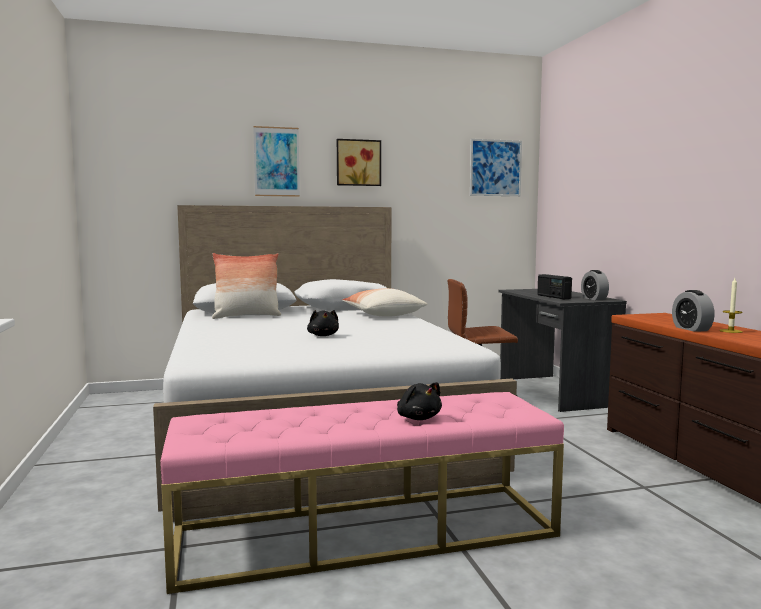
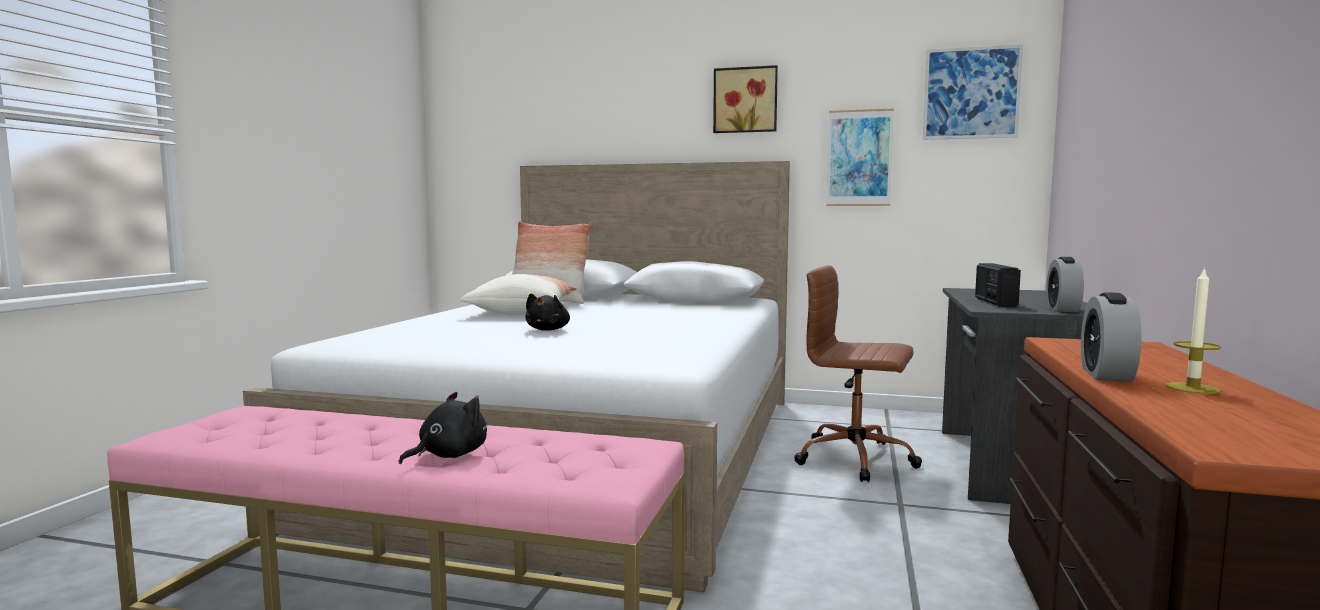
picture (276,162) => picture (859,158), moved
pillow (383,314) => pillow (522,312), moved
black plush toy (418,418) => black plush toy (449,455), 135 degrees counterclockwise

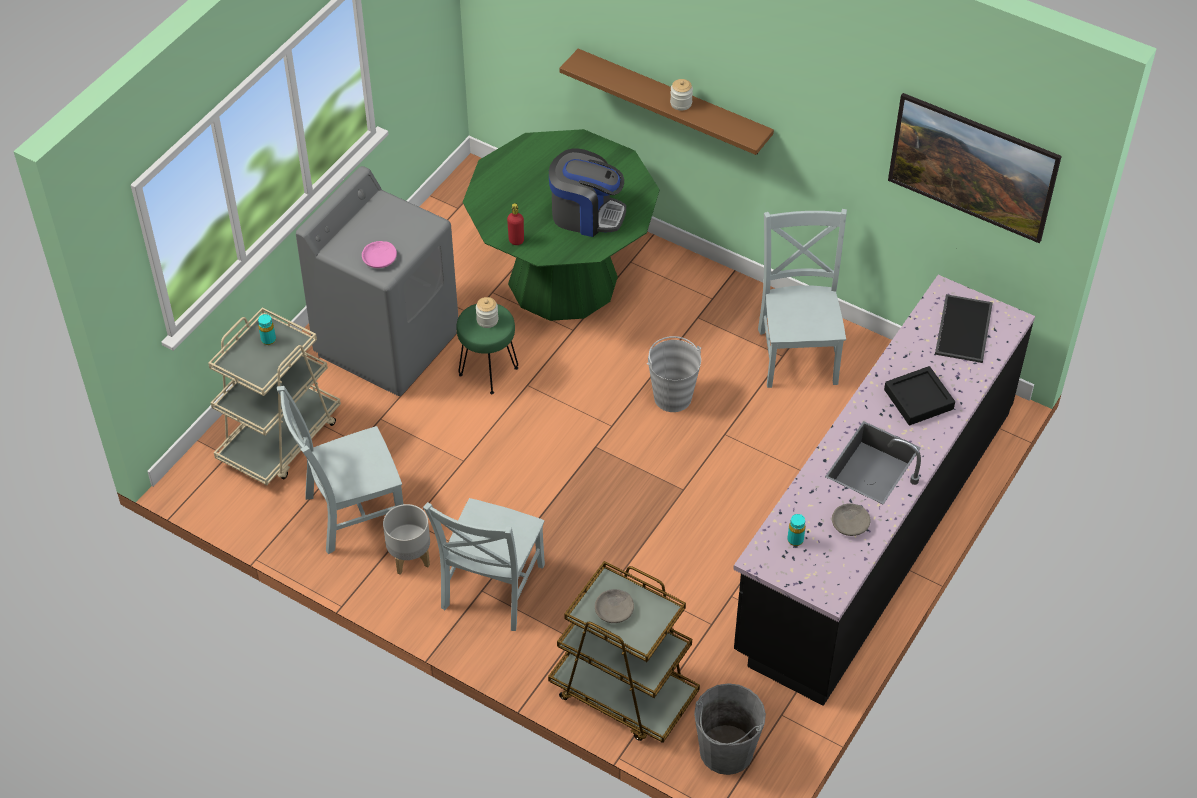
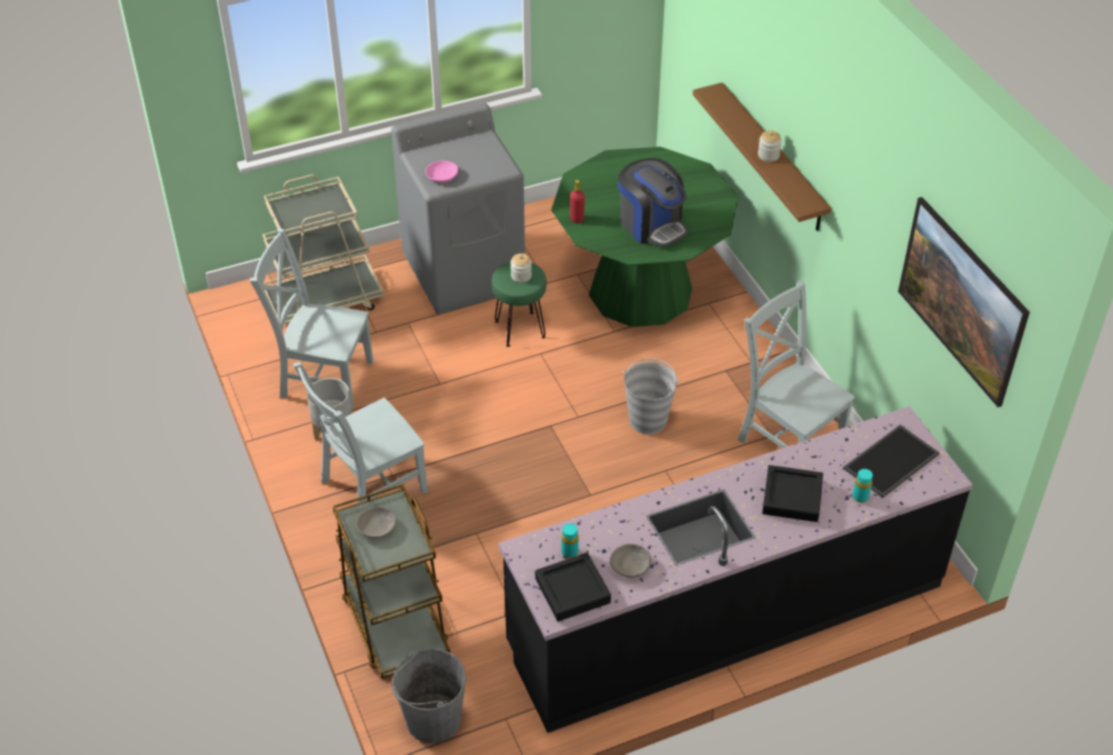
nothing => black tray (572,591)
turquoise bottle (268,340) => turquoise bottle (860,497), moved
grey chair (798,353) => grey chair (787,439), 75 degrees counterclockwise

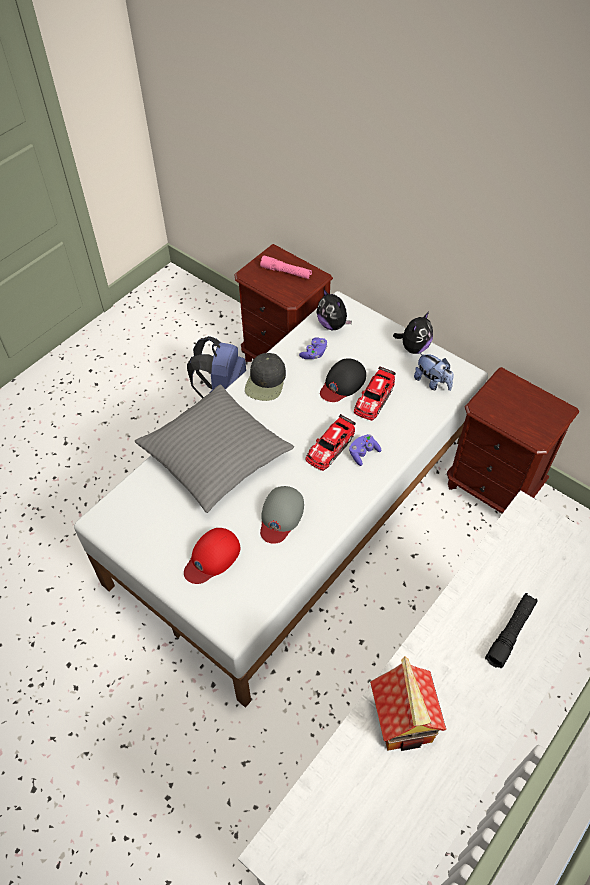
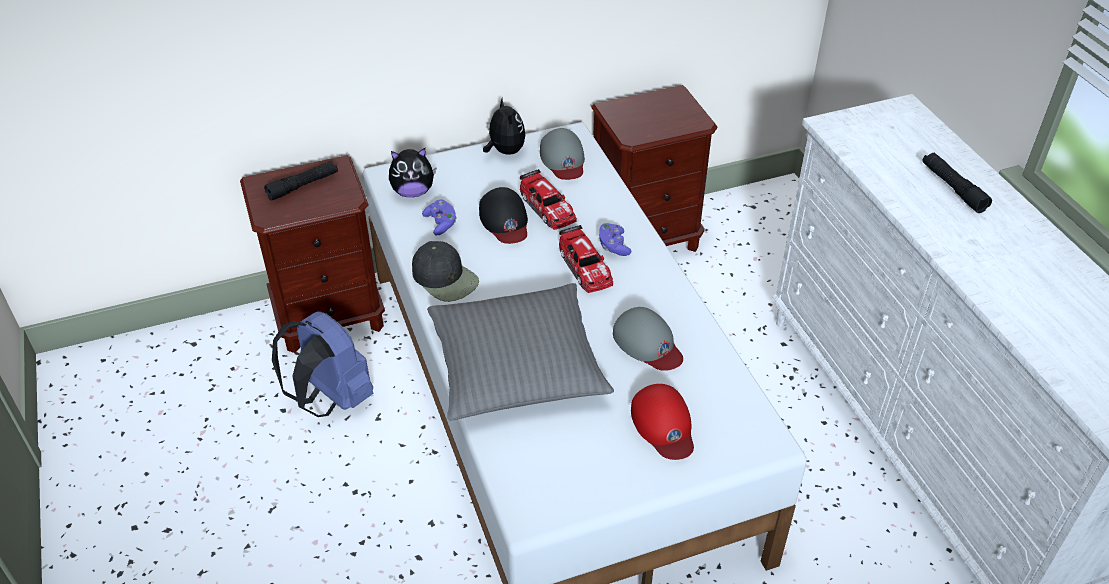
toy house (404,720) => nothing
plush toy (432,382) => grey cap (563,159)
pink flashlight (286,272) => black flashlight (303,186)

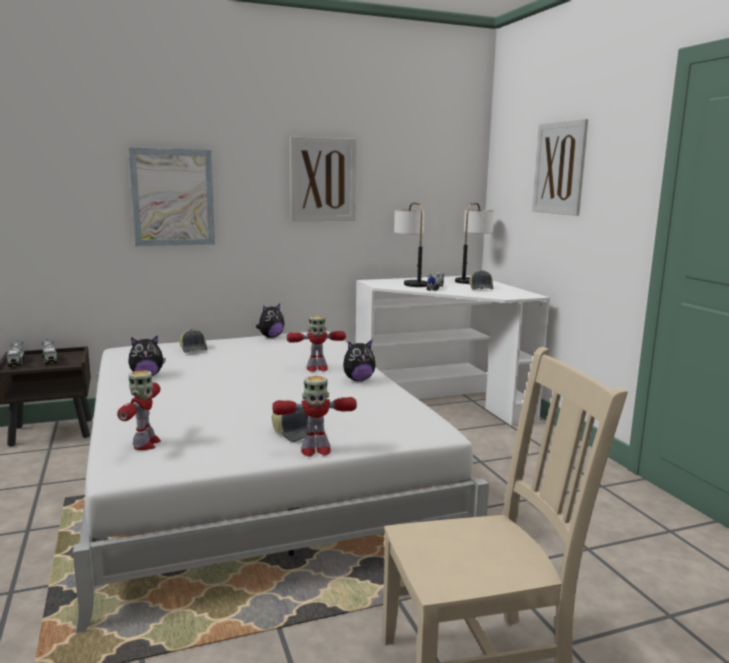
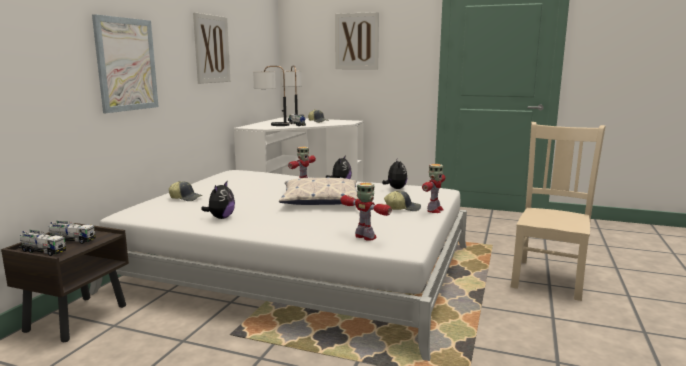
nothing => pillow (320,201)
plush toy (270,337) => plush toy (395,188), moved

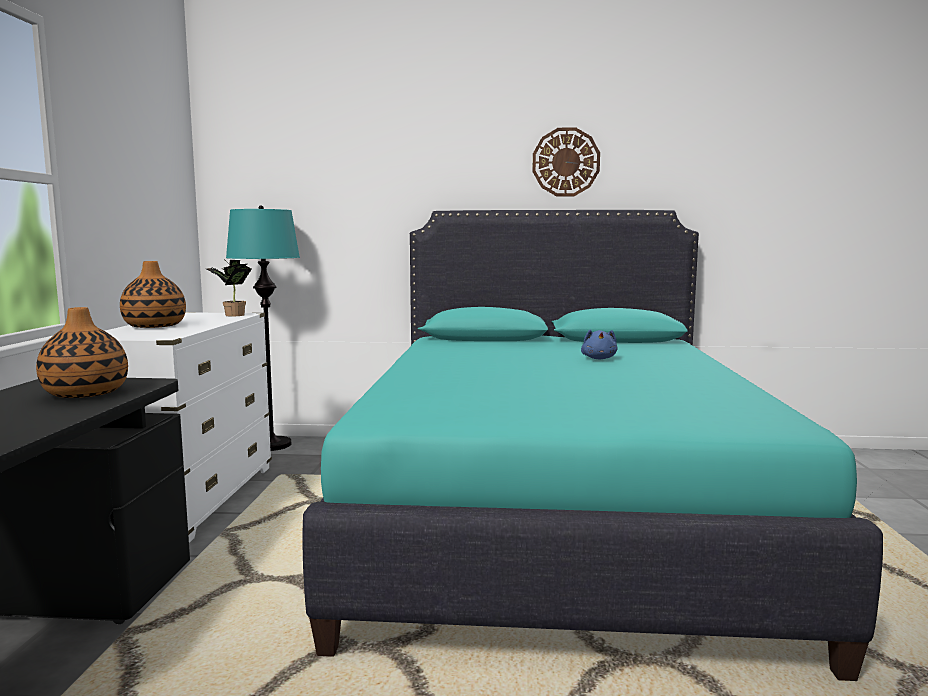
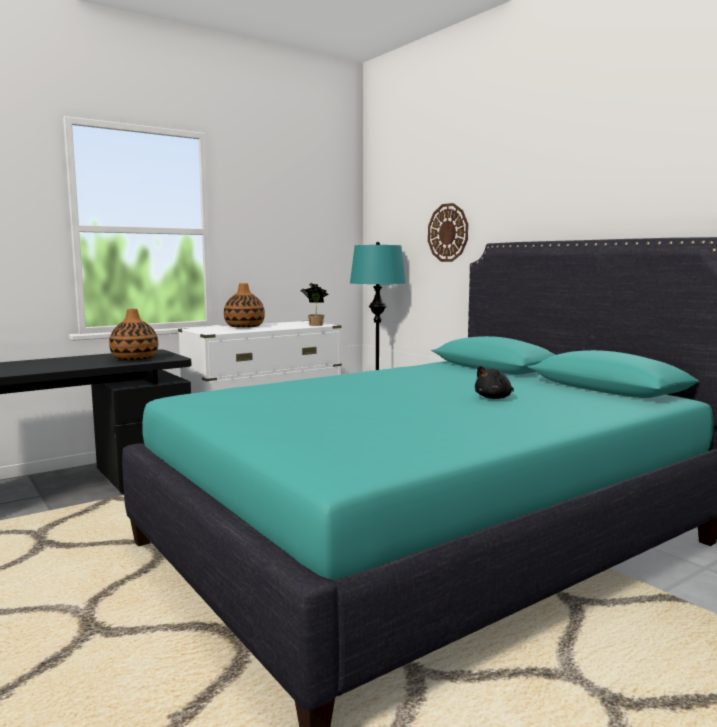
wall clock (566,162) => wall clock (448,232), moved
blue plush toy (599,358) => black plush toy (494,398)

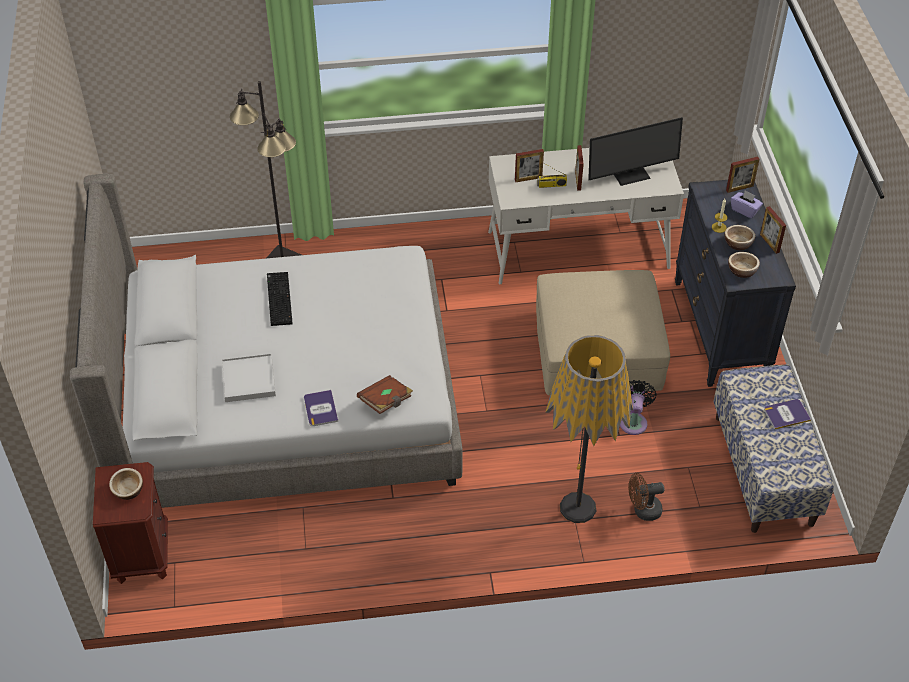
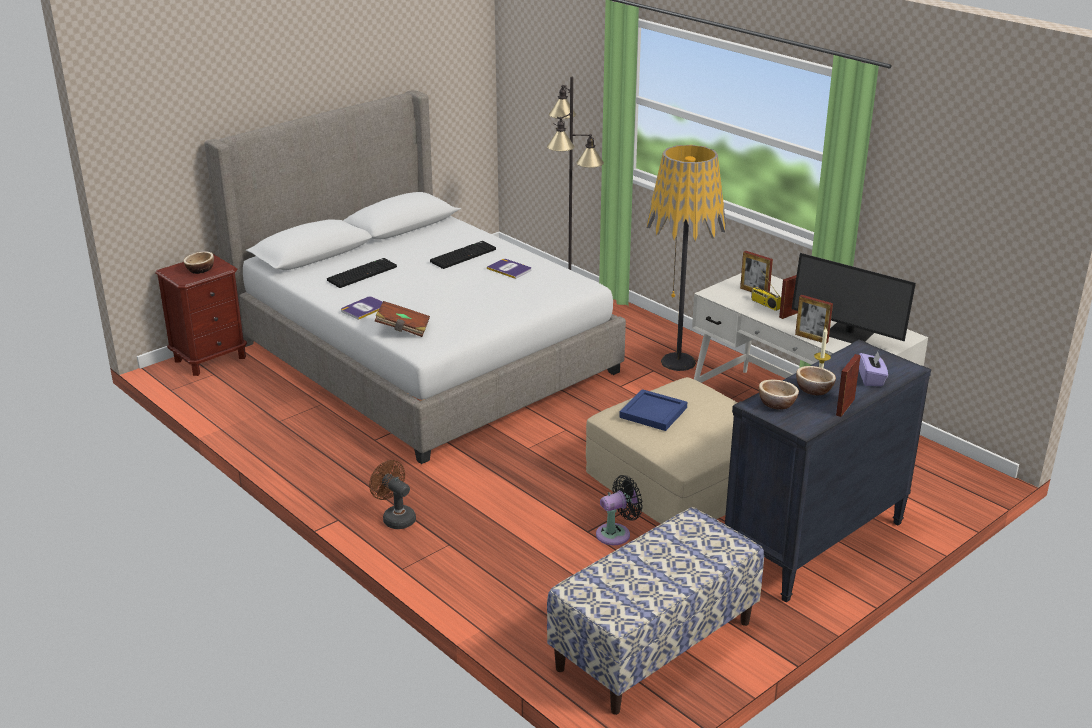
nothing => blue tray (653,412)
floor lamp (578,508) => floor lamp (678,362), moved
brown fan (643,510) => brown fan (395,518), moved
picture frame (739,188) => picture frame (811,338), moved
book (786,414) => book (509,269), moved
white tray (248,380) => keyboard (362,273)

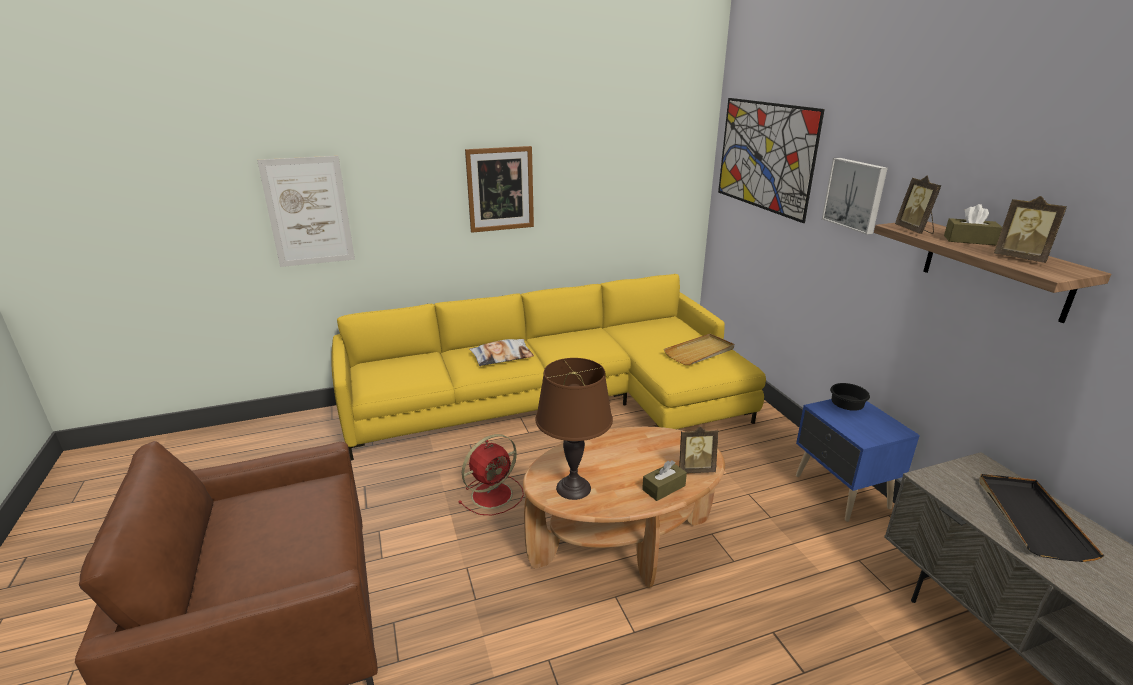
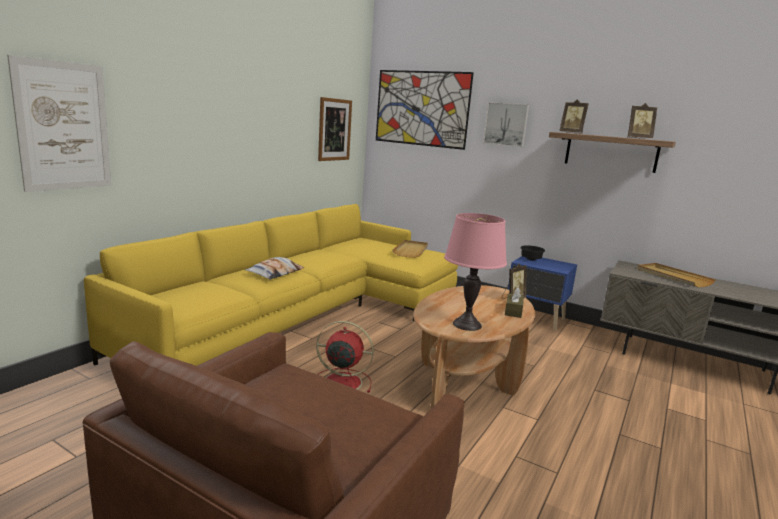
brown tissue box (969,240) => nothing
picture (500,189) => picture (334,129), moved
brown table lamp (573,488) => pink table lamp (467,324)
black tray (1031,518) => beige tray (673,277)
red fan (493,494) => red fan (340,382), 90 degrees counterclockwise

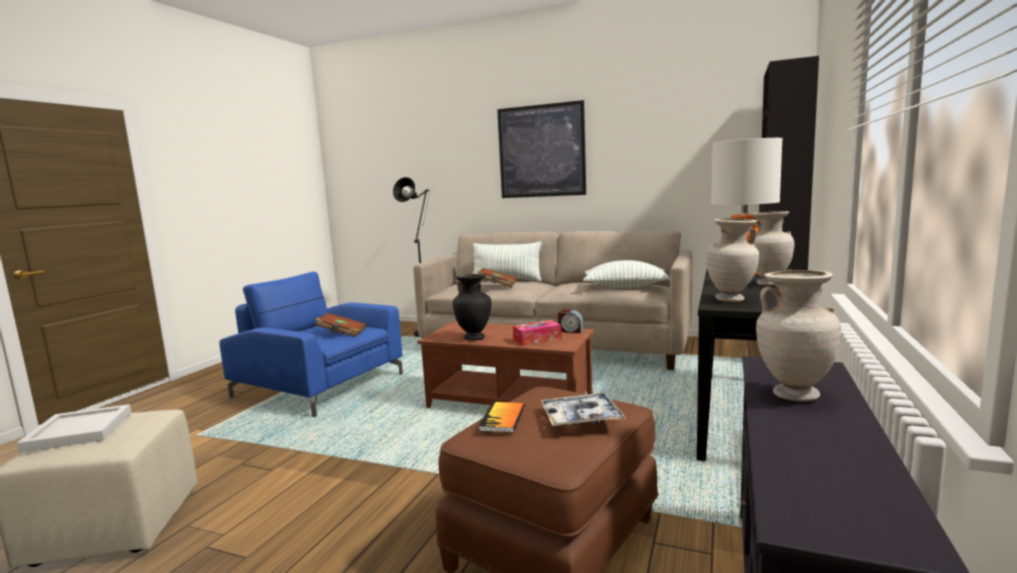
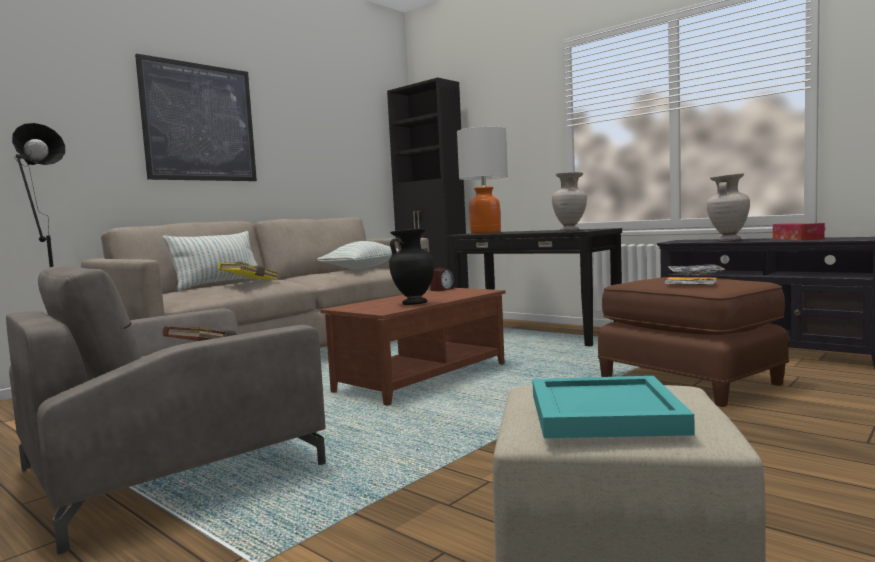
beige vase (768,284) => nothing
tissue box (537,339) => tissue box (797,239), moved
white tray (77,432) => turquoise tray (606,413)
blue armchair (320,385) => grey armchair (172,466)
brown book (497,285) => yellow book (250,282)

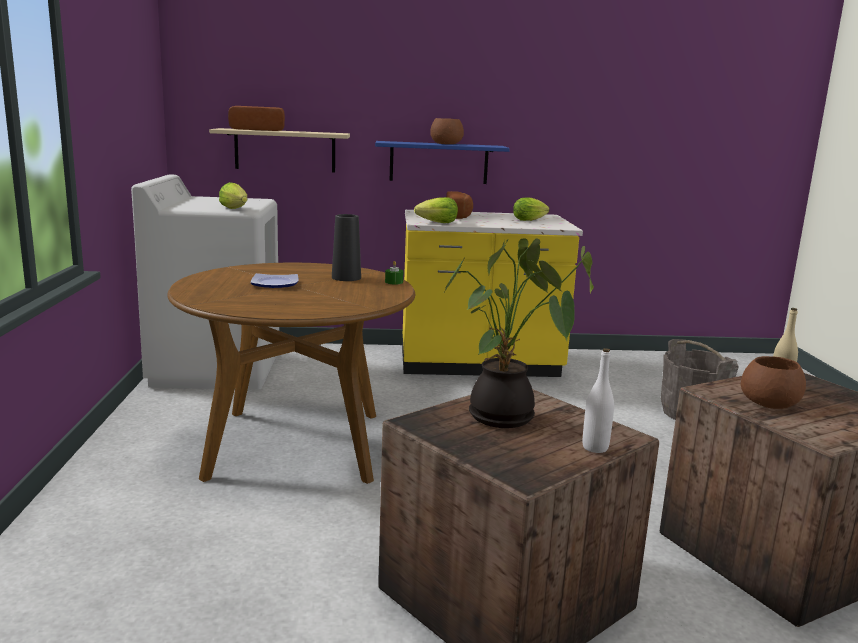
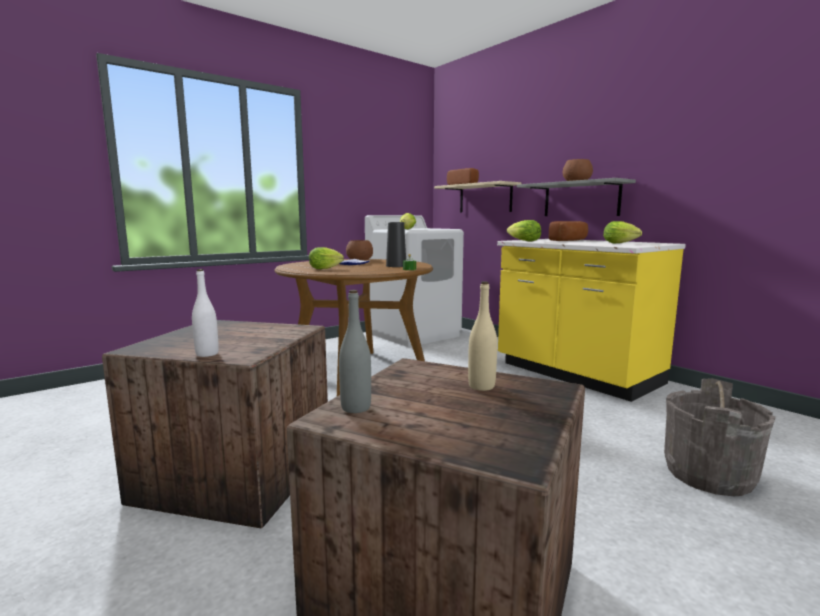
potted plant (506,419) => nothing
nothing => lettuce (327,268)
nothing => grey bottle (356,407)
brown bowl (770,403) => brown bowl (360,260), moved
blue shelf (439,162) => grey shelf (581,199)

